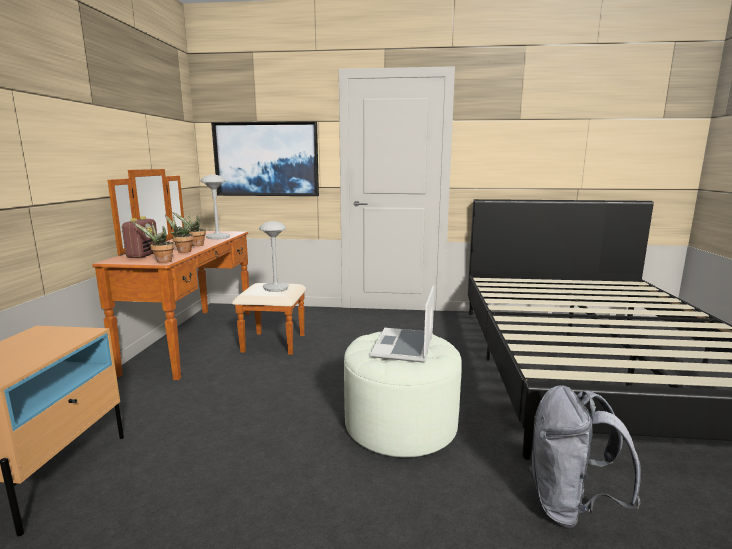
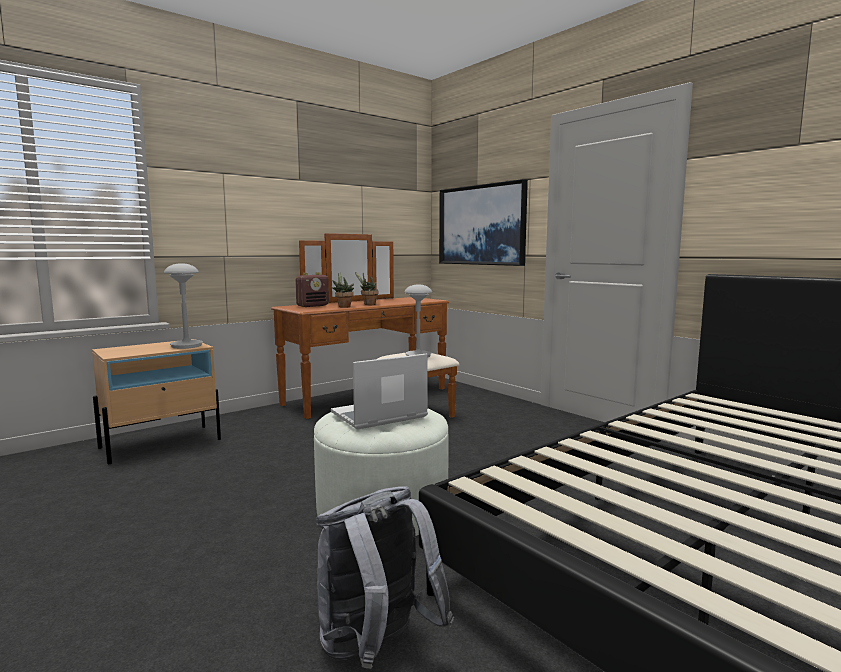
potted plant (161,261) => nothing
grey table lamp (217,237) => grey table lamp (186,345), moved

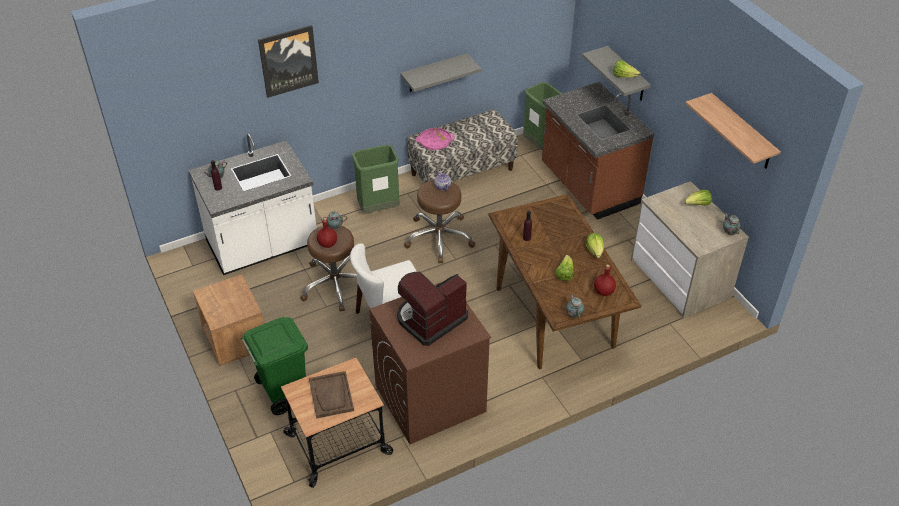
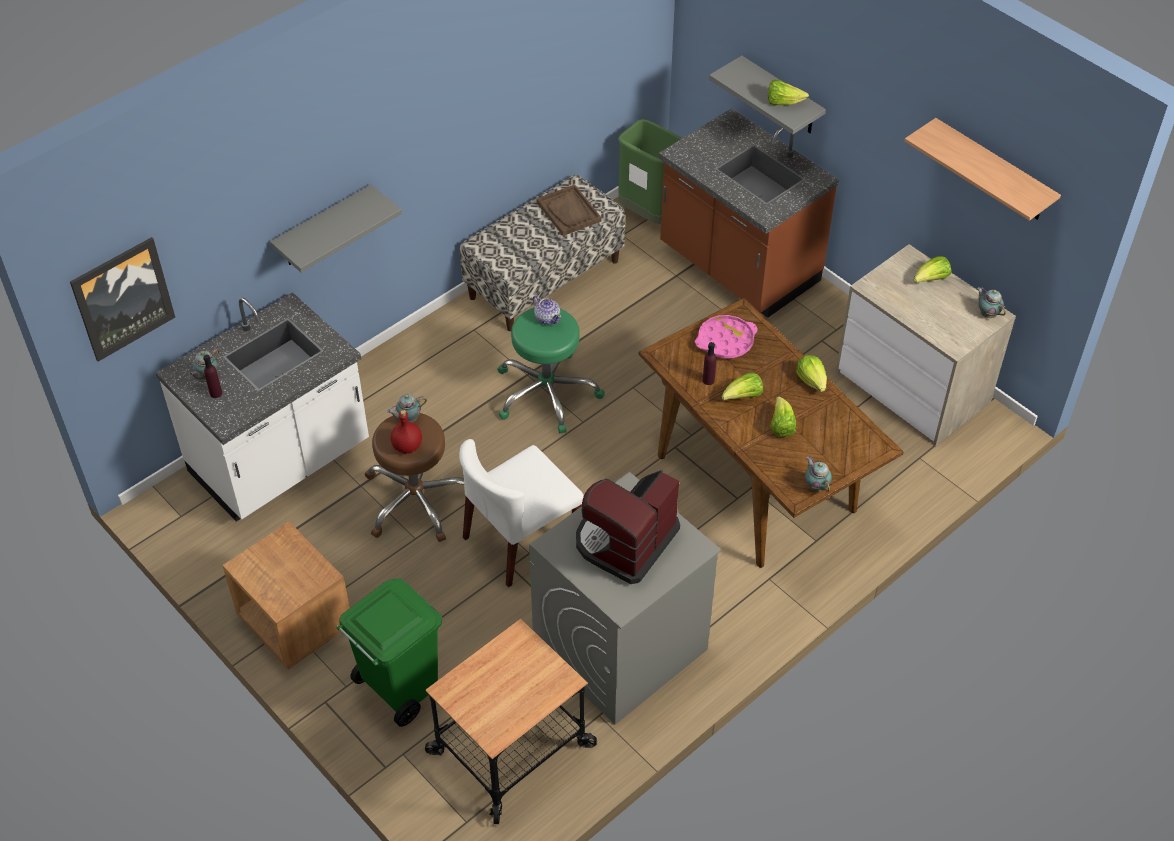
green trash can (378,208) => nothing
red bottle (603,292) => nothing
nothing => lettuce (743,397)
picture (288,60) => picture (122,298), moved
brown tray (331,395) => brown tray (569,212), moved
grey shelf (434,73) => grey shelf (323,227), moved
pink tray (435,141) => pink tray (725,341), moved
brown washing machine (429,399) => grey washing machine (620,649)
brown stool (439,238) => green stool (547,393)

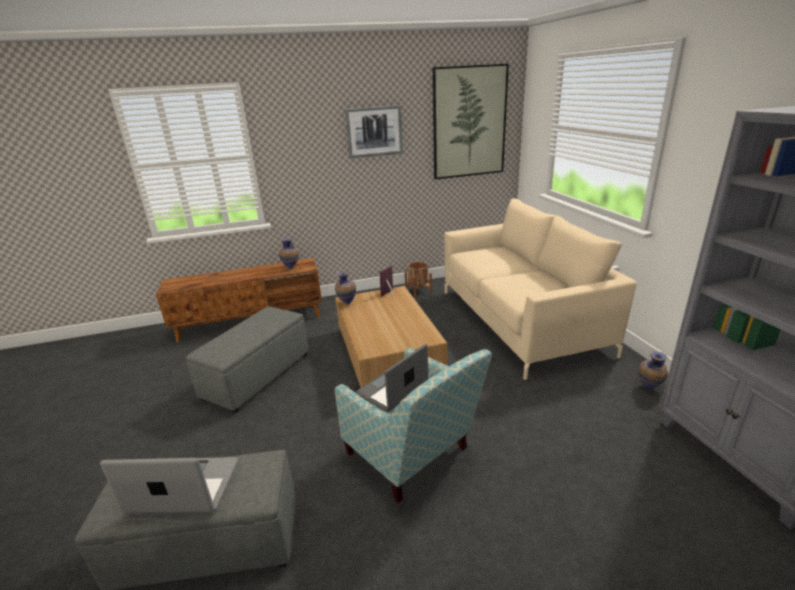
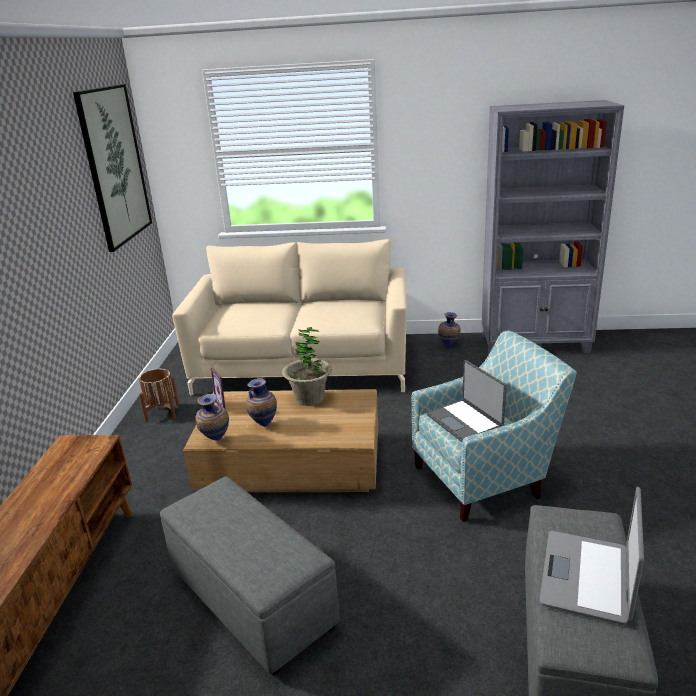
picture (374,131) => nothing
nothing => potted plant (309,398)
vase (291,268) => vase (264,424), moved

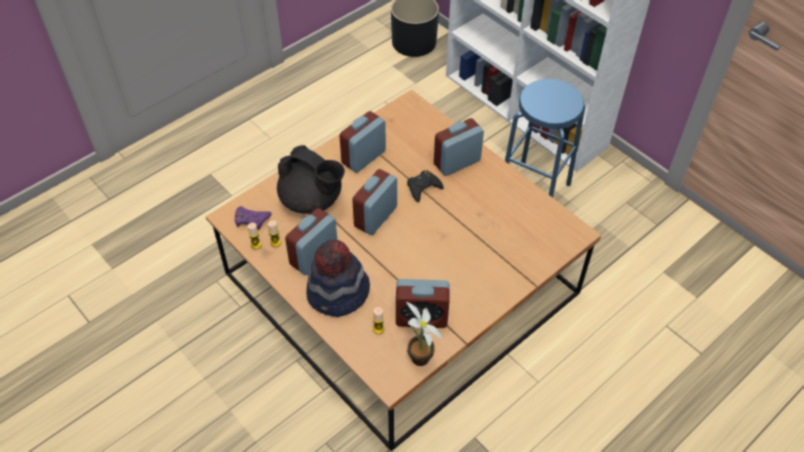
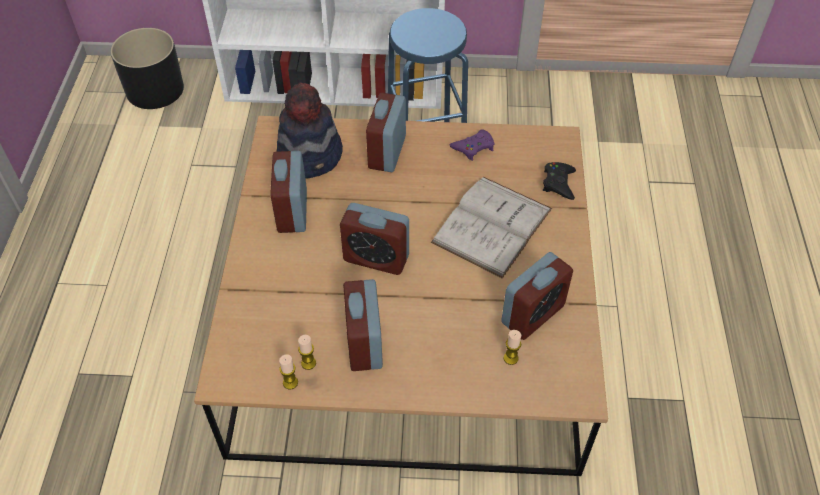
black teapot (312,200) => nothing
potted plant (420,361) => nothing
nothing => white book (492,225)
purple game controller (251,220) => purple game controller (473,147), moved
hat (338,294) => hat (311,156), moved
black game controller (423,188) => black game controller (558,183), moved
alarm clock (375,217) => alarm clock (376,258), 60 degrees counterclockwise

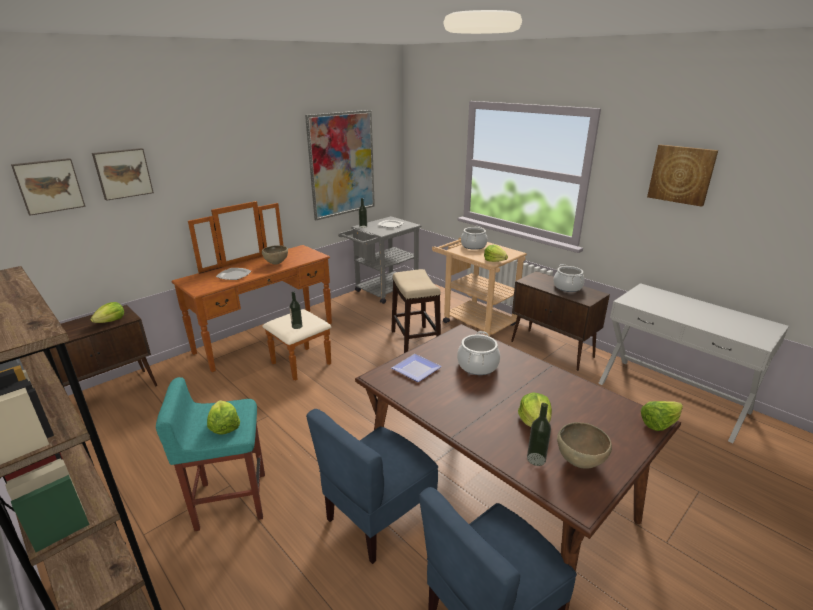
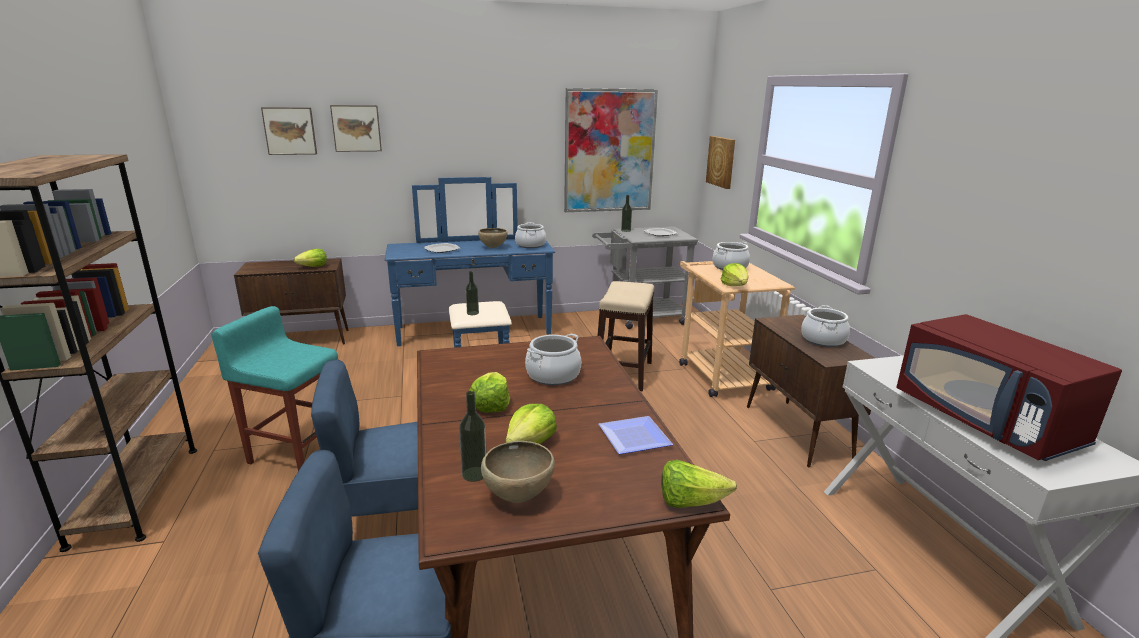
nothing => cooking pot (530,245)
nothing => red microwave (987,421)
lettuce (224,426) => lettuce (490,405), moved
plate (416,368) => plate (635,436), moved
picture (681,174) => picture (721,161), moved
brown dresser (274,343) => blue dresser (476,337)

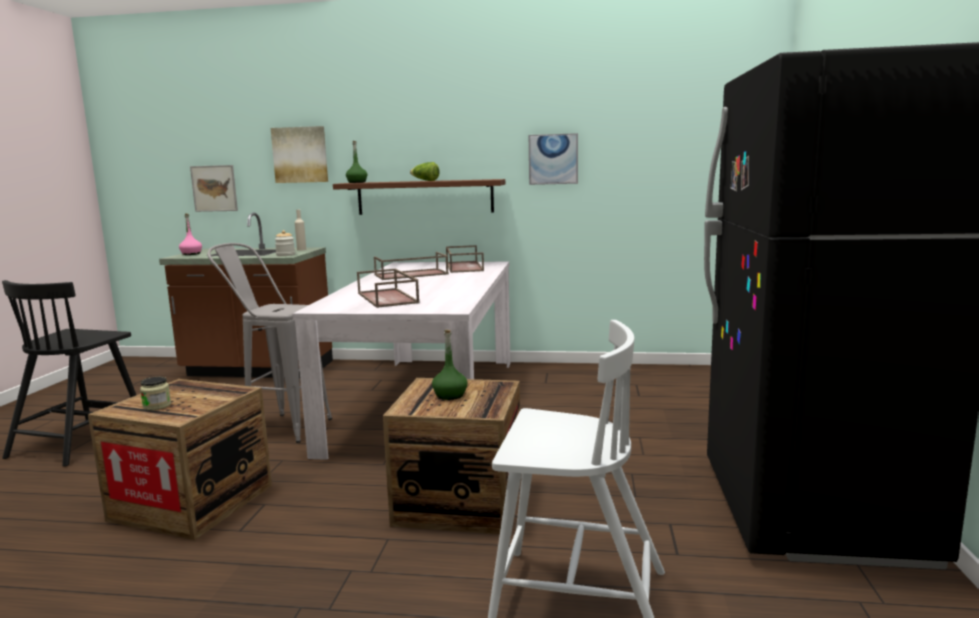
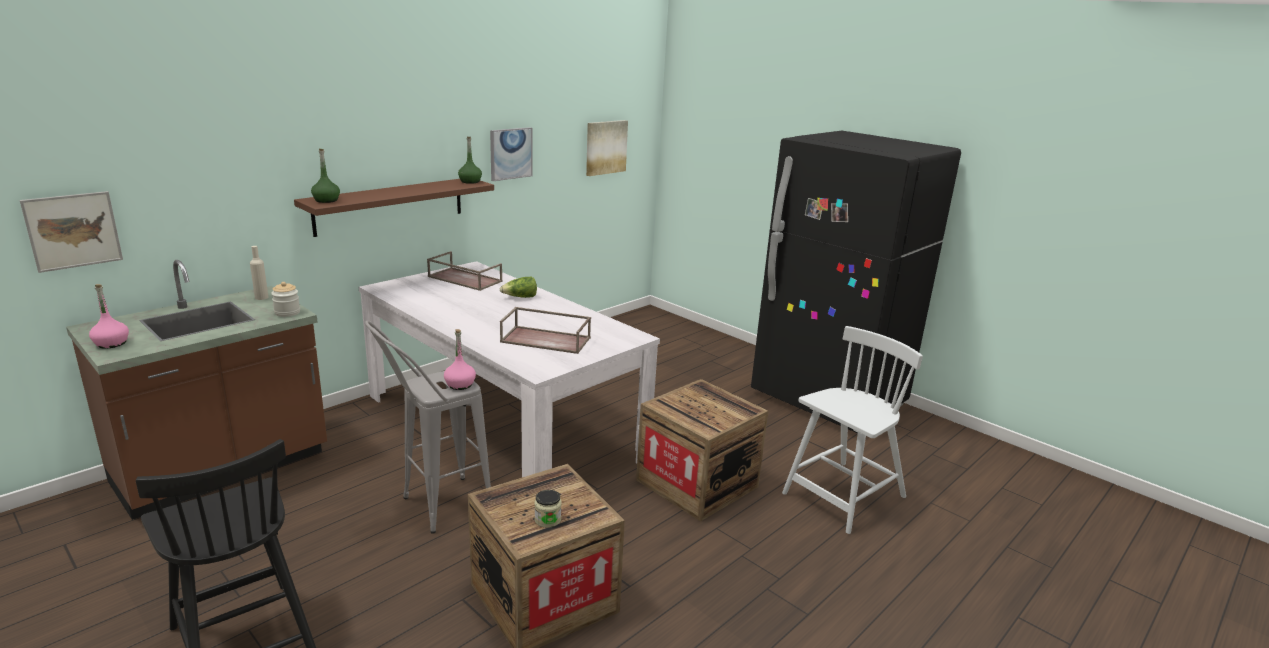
brown tray (410,275) => nothing
nothing => pink bottle (460,385)
picture (300,155) => picture (605,147), moved
lettuce (425,181) => lettuce (520,297), moved
green bottle (450,395) => green bottle (470,181), moved

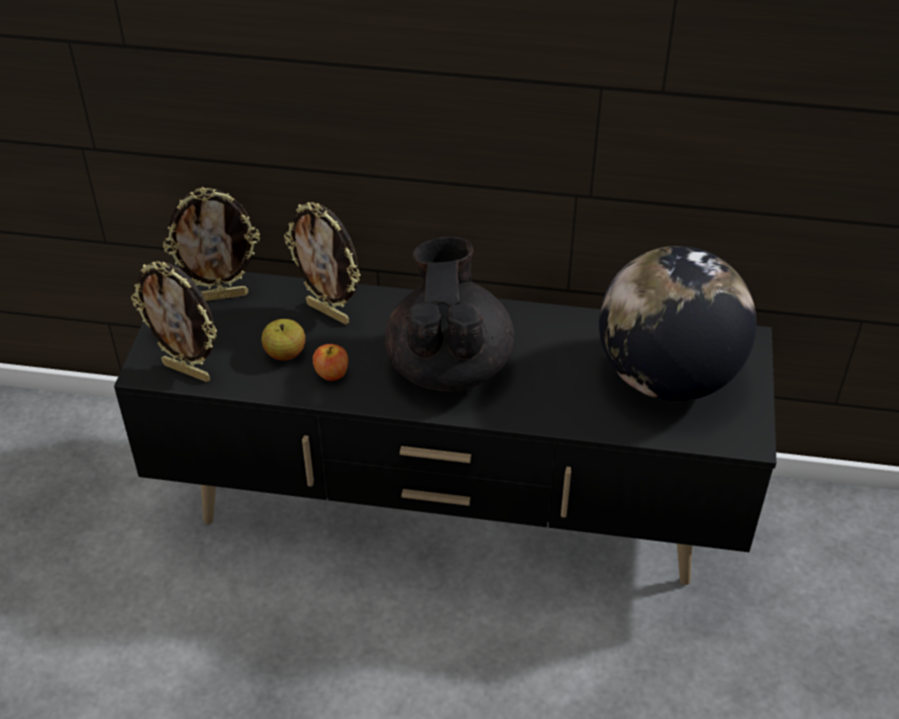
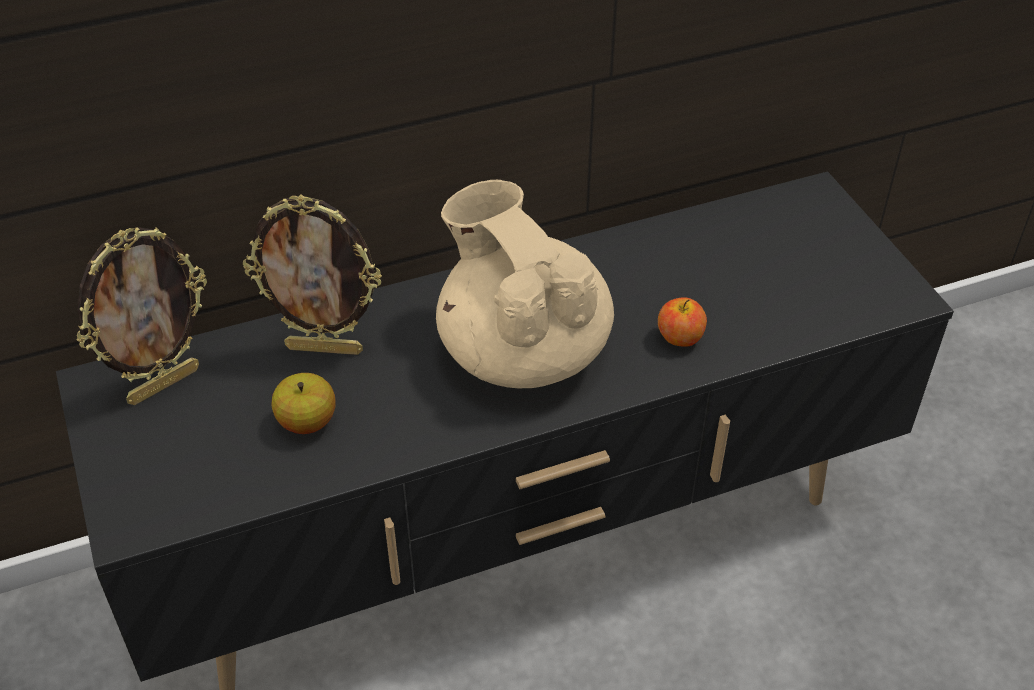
picture frame (188,371) => nothing
globe (667,376) => nothing
apple (331,373) => apple (679,338), moved
black teapot (449,364) => beige teapot (522,350)

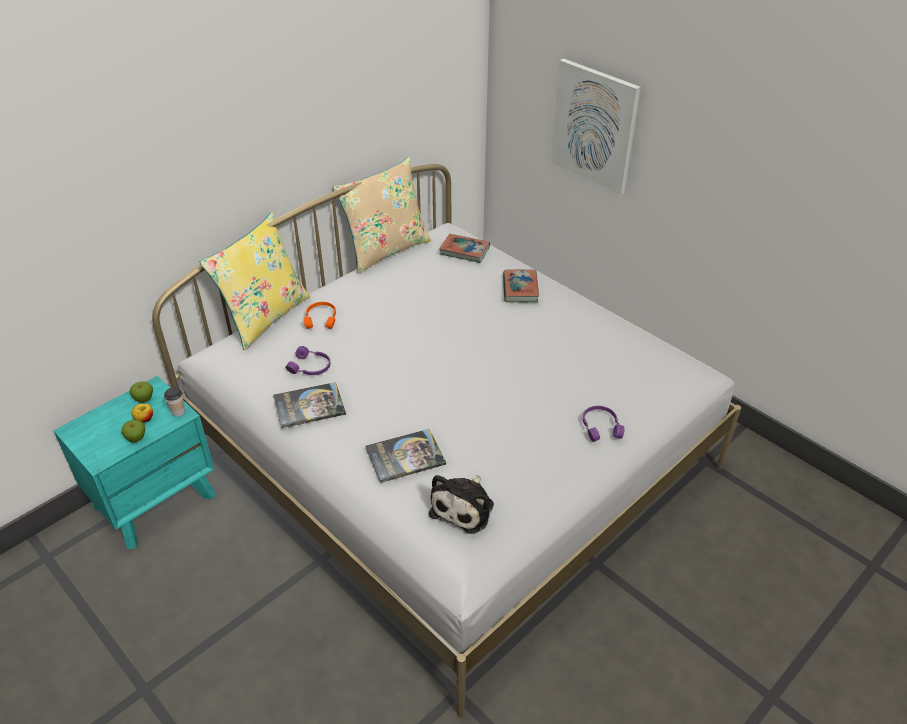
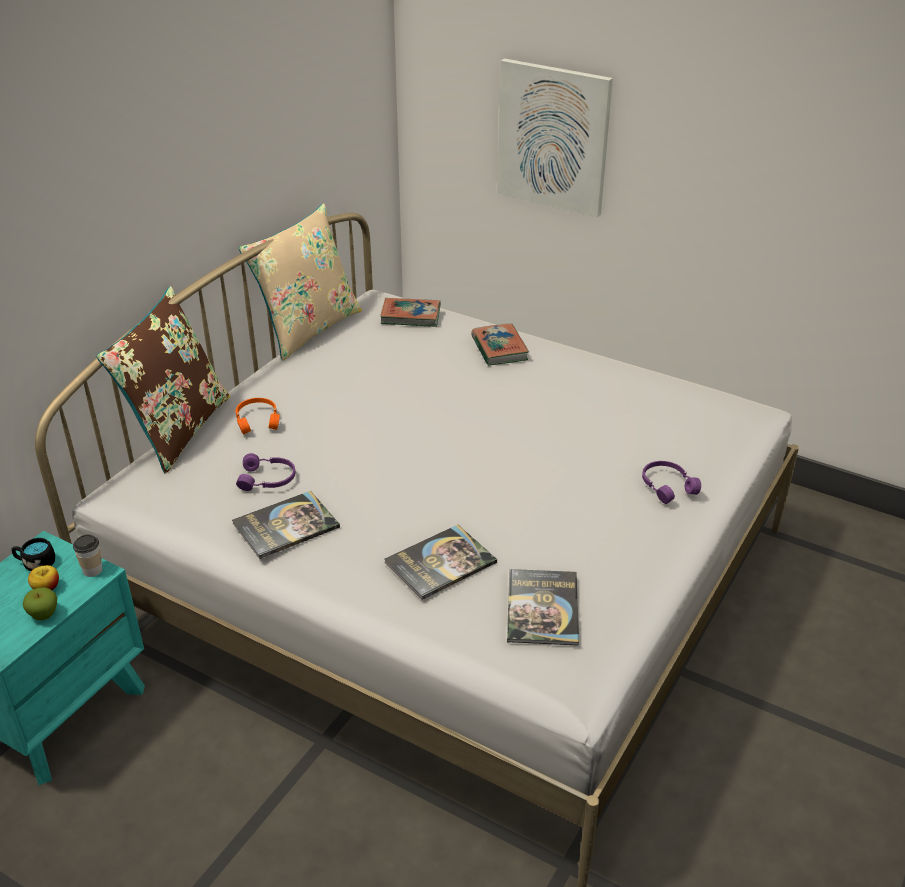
apple (144,399) => black mug (35,563)
plush toy (464,507) => book (542,608)
yellow pillow (265,317) => brown pillow (177,430)

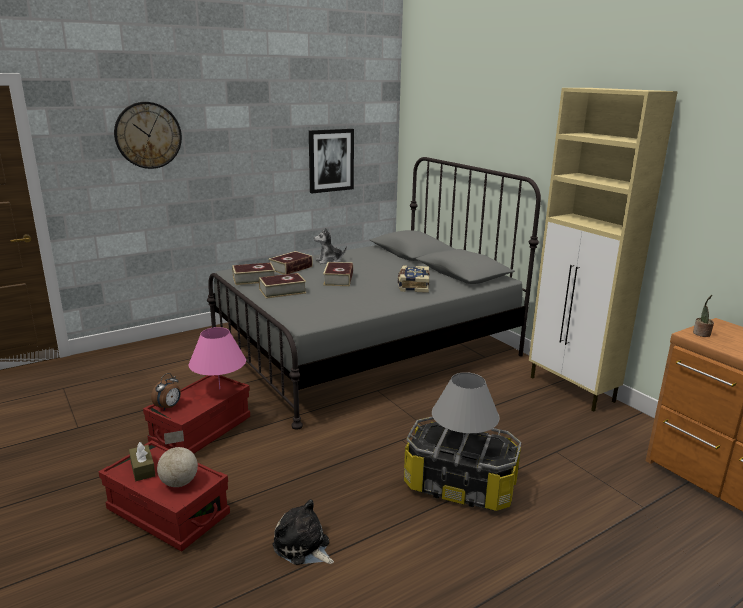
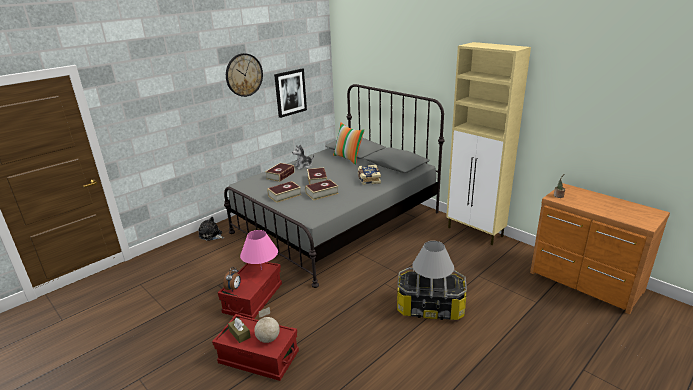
nothing => pillow (348,158)
wall clock (148,135) => wall clock (244,75), moved
book (253,279) => book (322,193), moved
plush toy (303,547) => plush toy (211,235), moved

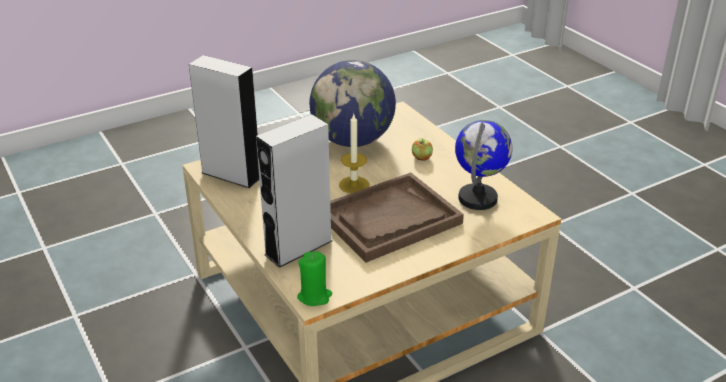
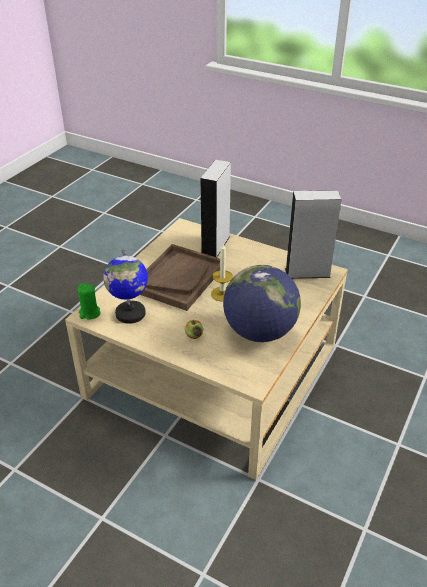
green candle (314,296) => green candle (89,313), moved

